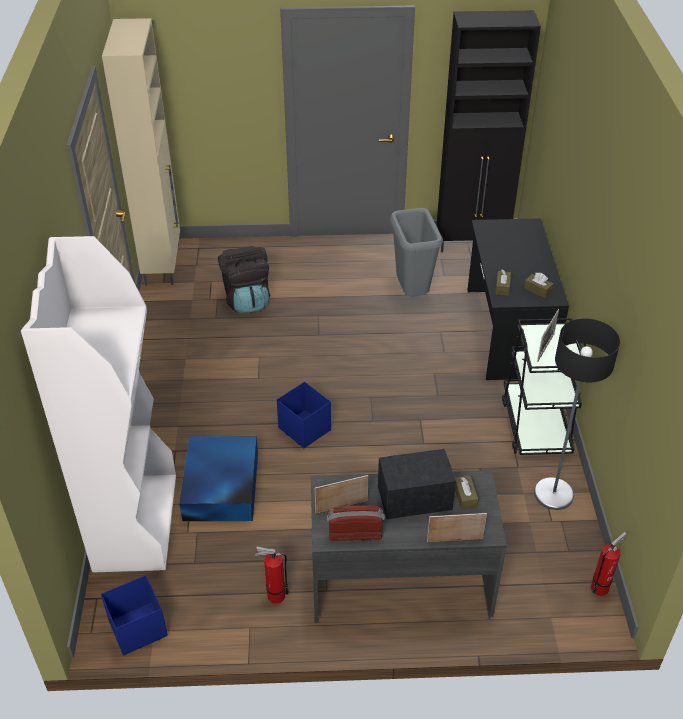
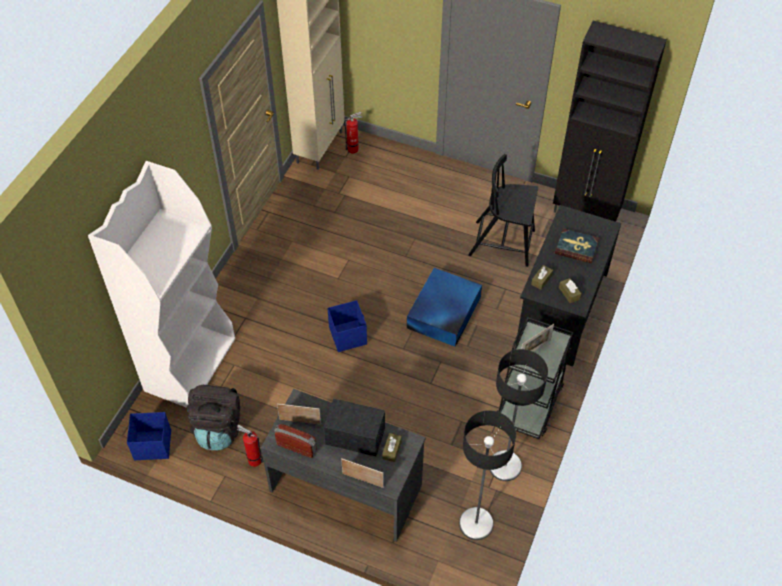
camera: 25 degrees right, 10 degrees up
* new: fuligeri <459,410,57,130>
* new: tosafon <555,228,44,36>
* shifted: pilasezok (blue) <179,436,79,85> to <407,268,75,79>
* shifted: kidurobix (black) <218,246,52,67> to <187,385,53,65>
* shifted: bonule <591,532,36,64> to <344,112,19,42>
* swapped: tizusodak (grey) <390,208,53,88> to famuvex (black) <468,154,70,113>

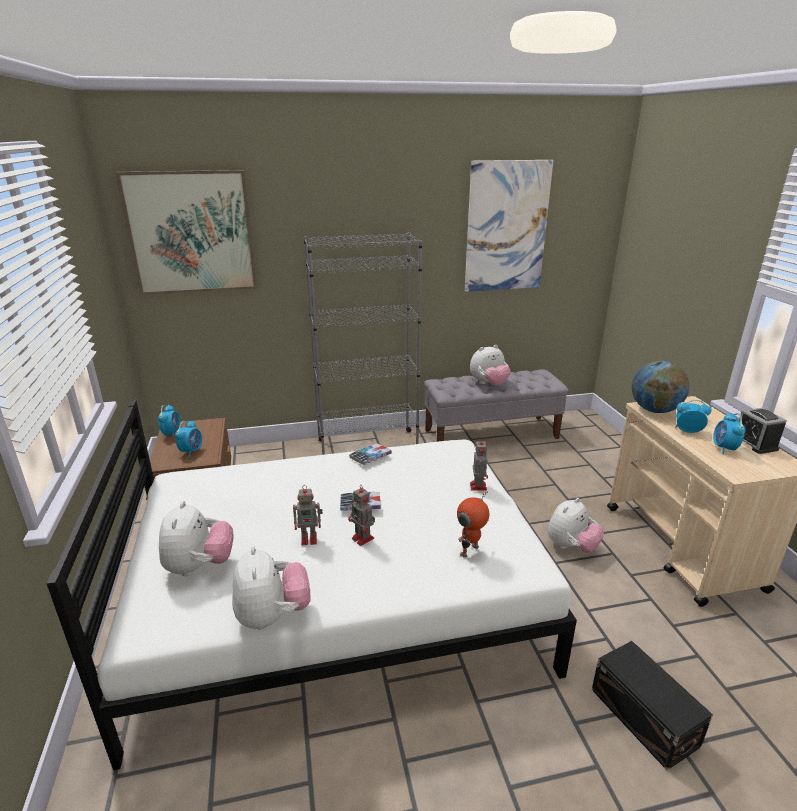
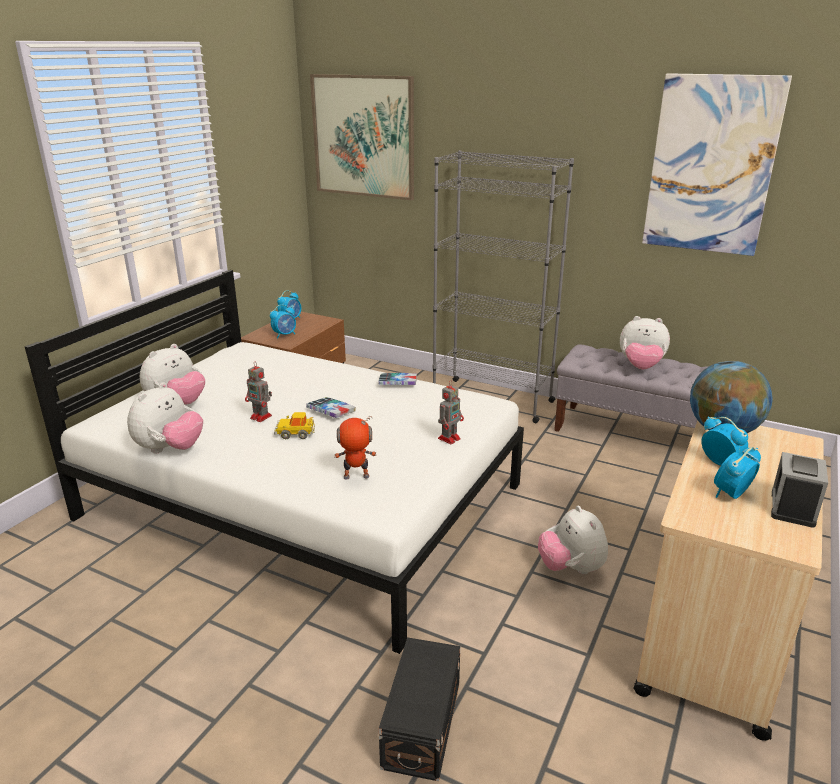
camera: 40 degrees right, 0 degrees up
* swapped: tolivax <348,485,27,61> to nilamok <274,412,41,27>
* rotated: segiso <548,498,56,55> = <538,506,70,68> 75 degrees clockwise

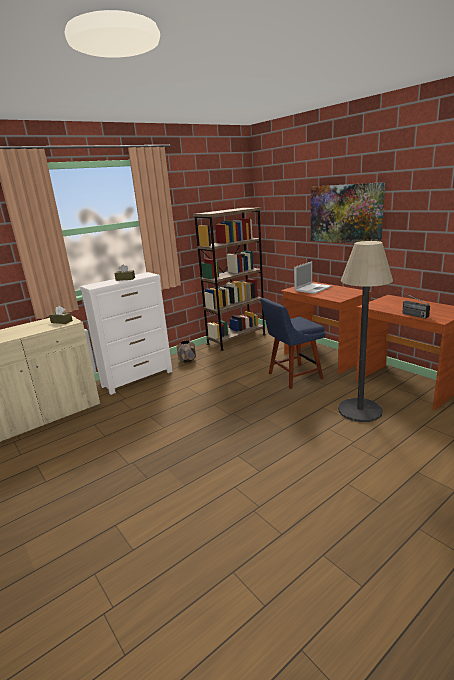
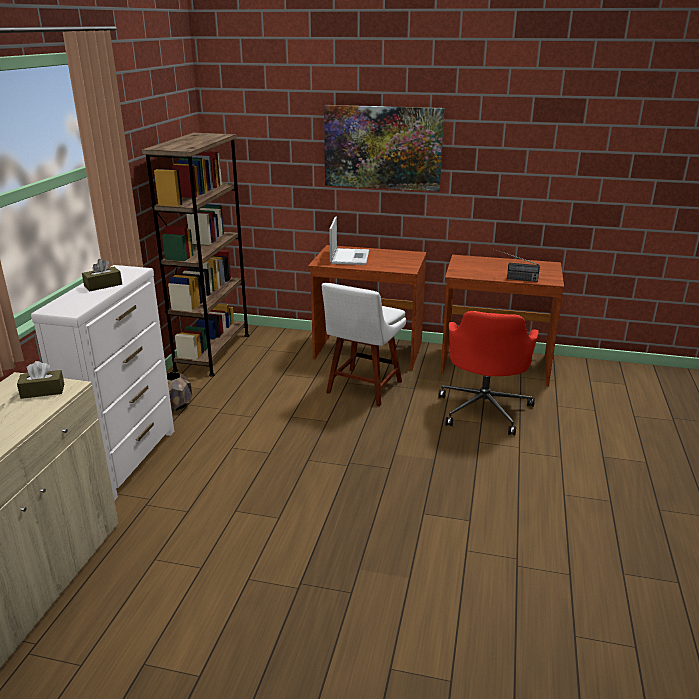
camera: 40 degrees left, 5 degrees up
* swapped: fuligeri <338,241,55,181> to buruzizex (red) <438,311,101,124>
* repainted: famuvex (blue) <261,298,65,91> to famuvex (white) <322,283,84,123>

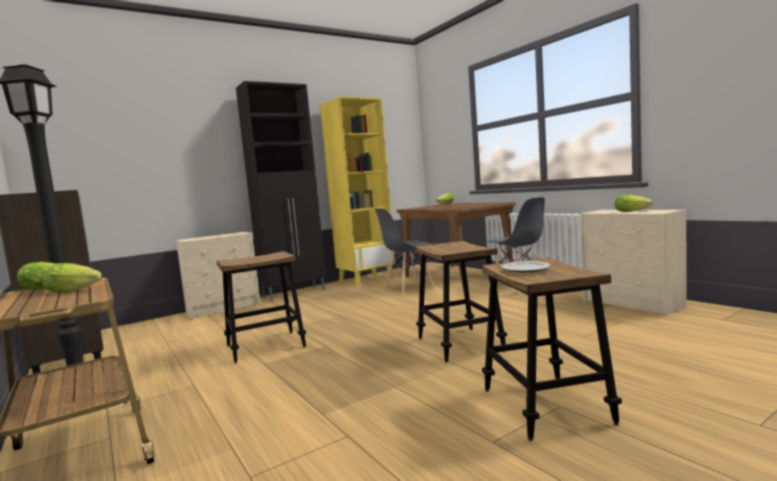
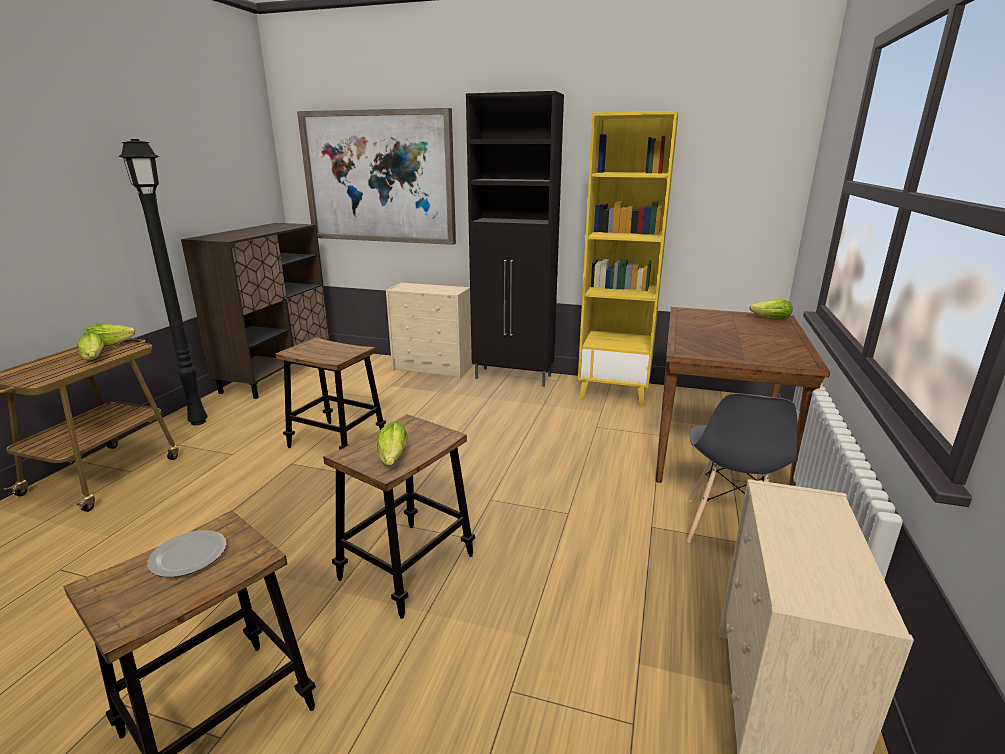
camera: 50 degrees right, 15 degrees up
* gone: famuvex (grey) <375,209,61,86>
* new: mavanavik <297,108,159,137>
* shifted: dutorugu <615,195,38,17> to <377,422,31,44>

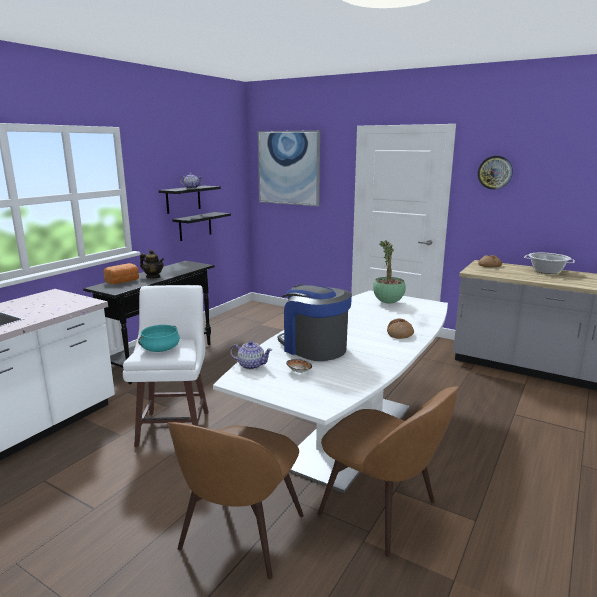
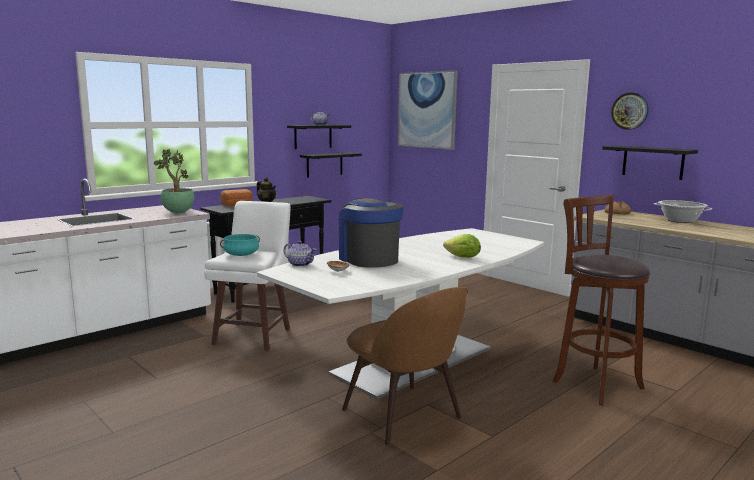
camera: 15 degrees right, 5 degrees down
* gone: famuvex (brown) <167,422,137,157>
* new: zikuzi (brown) <553,194,97,211>
* new: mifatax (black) <602,146,96,34>
* shifted: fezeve <373,240,33,64> to <154,149,40,64>
* swapped: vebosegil <387,318,27,21> to dutorugu <443,234,38,24>

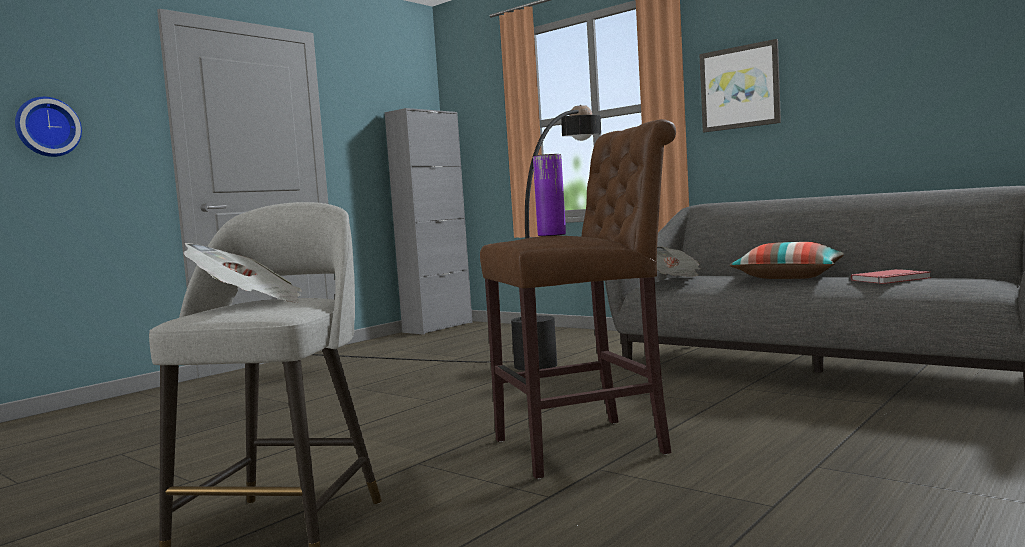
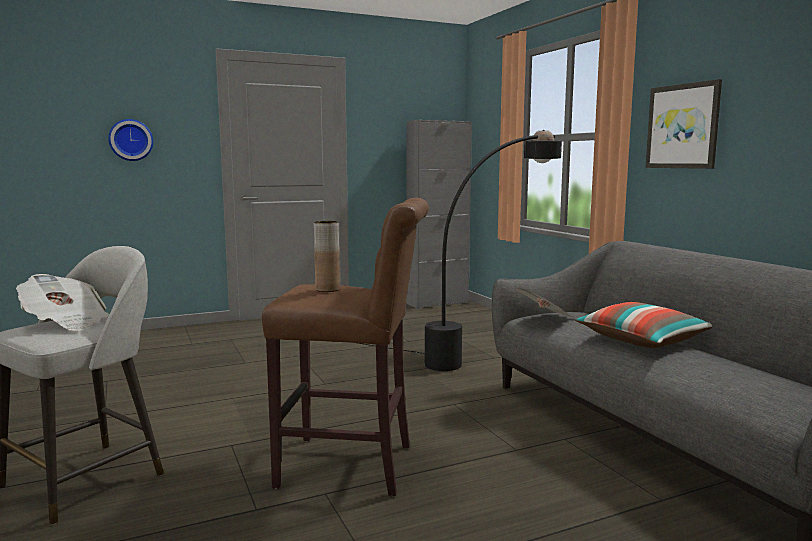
camera: 25 degrees right, 5 degrees up
* gone: tosafon (red) <851,269,80,15>
* repainted: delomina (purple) <533,154,33,82> to delomina (brown) <314,221,26,71>

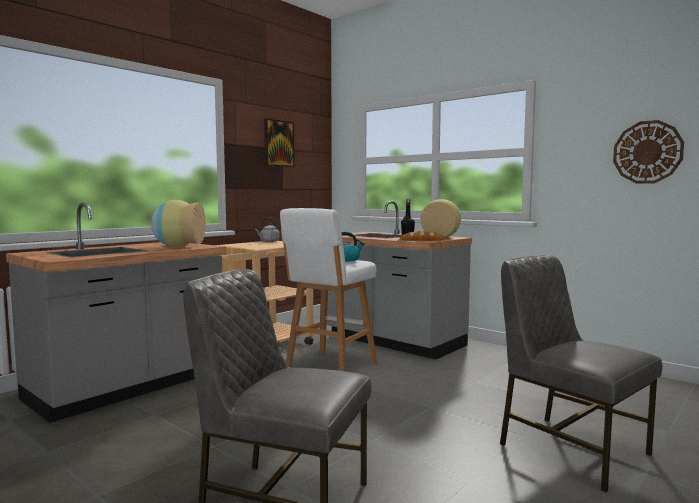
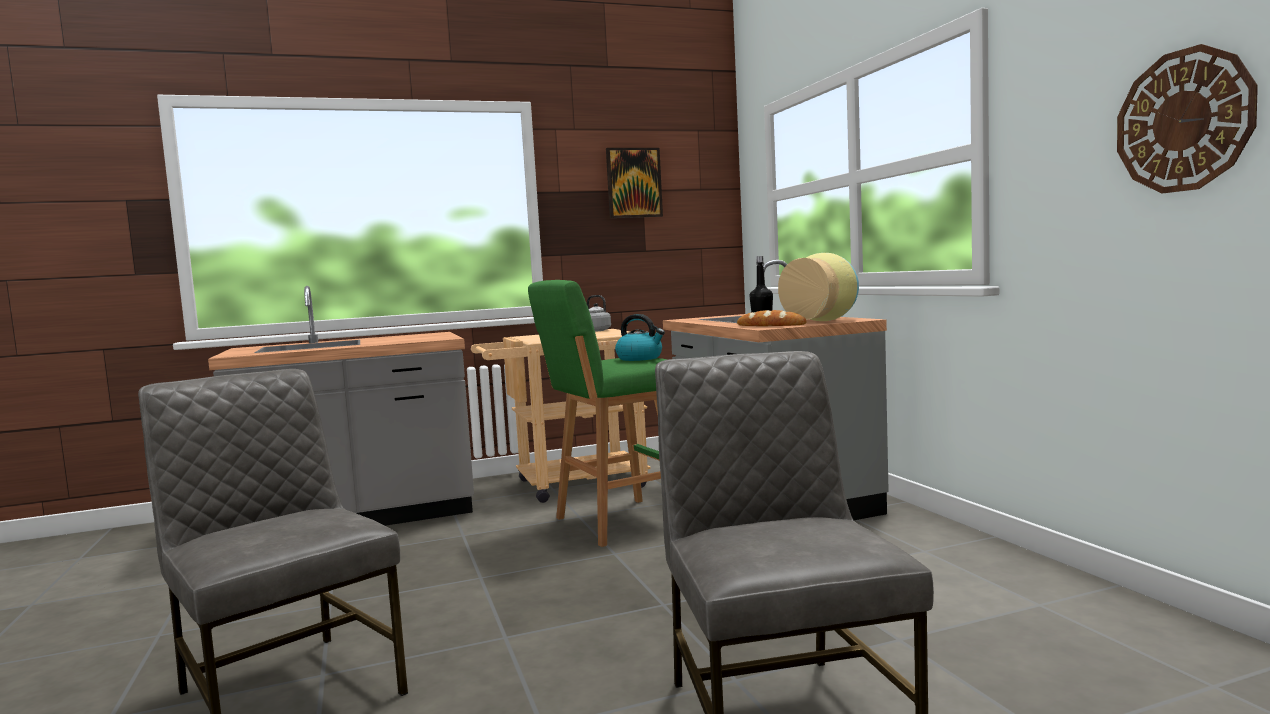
camera: 30 degrees right, 0 degrees up
* gone: delomina <151,200,55,47>
* repainted: zikuzi (white) <280,208,97,163> to zikuzi (green) <528,280,141,267>

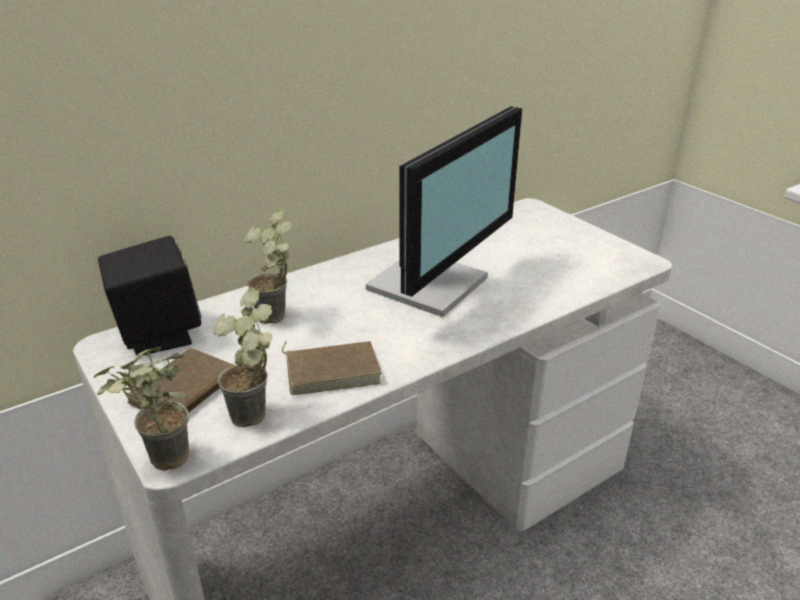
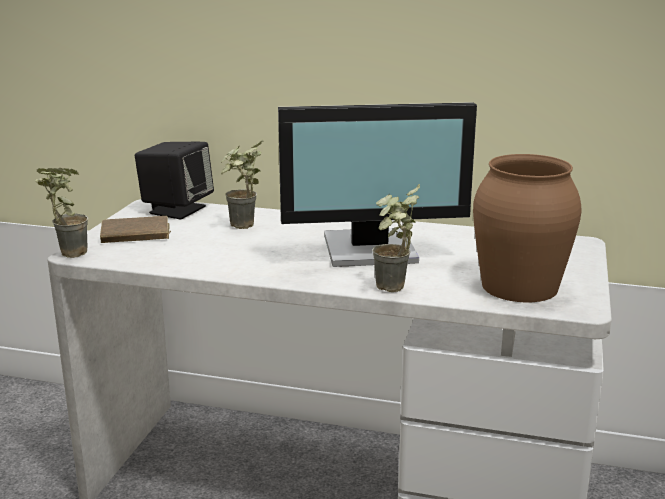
camera: 50 degrees right, 10 degrees down
* gone: tosafon (brown) <282,341,100,54>
* new: delomina (brown) <473,154,109,148>
* shifted: fezeve <212,287,60,140> to <373,184,47,108>

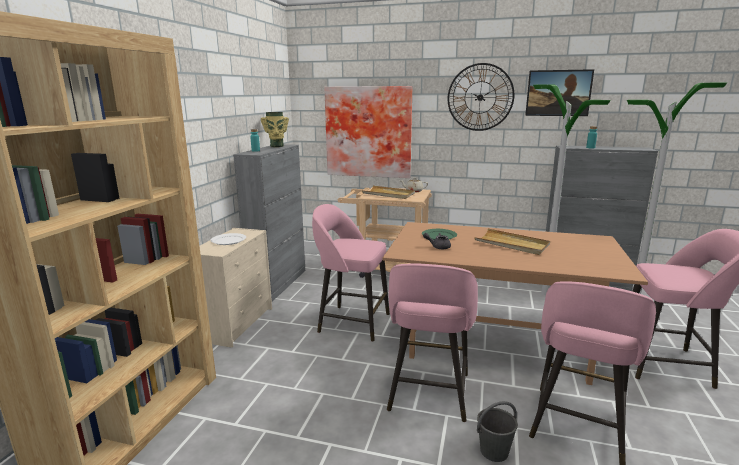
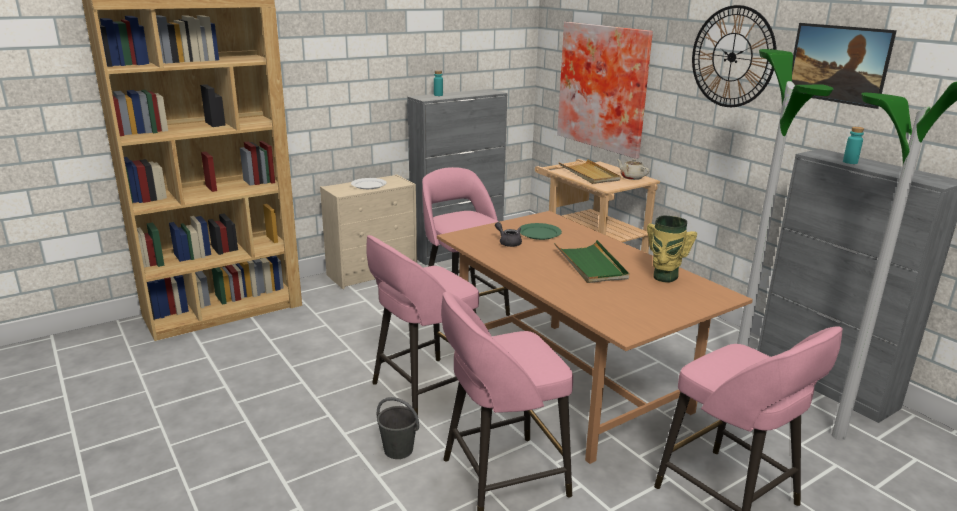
camera: 40 degrees right, 5 degrees up
* shifted: delomina <261,112,28,35> to <647,216,50,67>
* repainted: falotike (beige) <474,229,76,26> to falotike (green) <554,240,75,43>

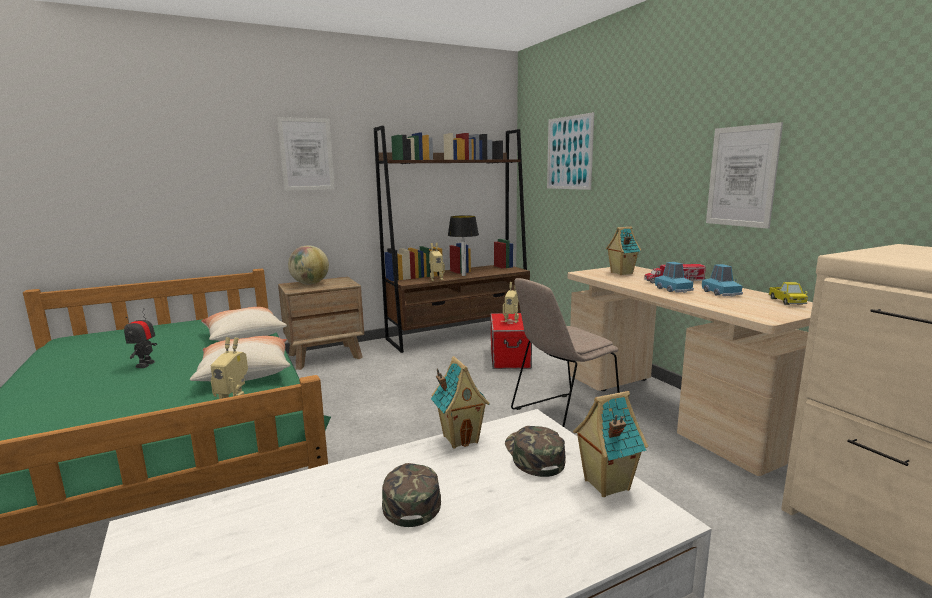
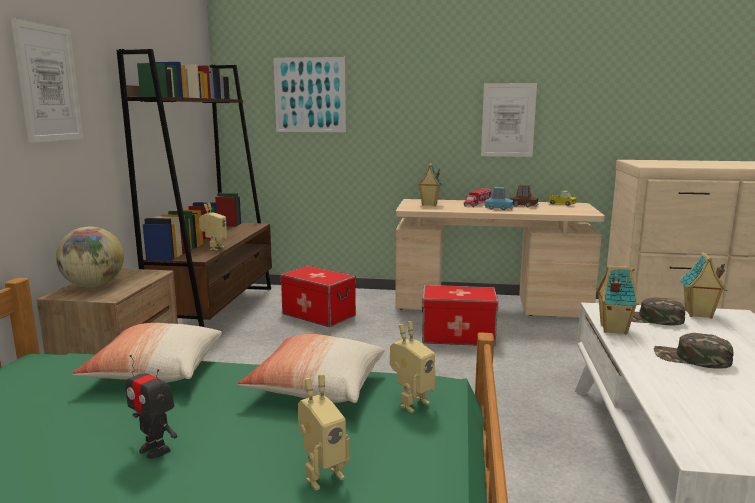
camera: 55 degrees left, 0 degrees up
* gone: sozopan <448,215,31,61>
* shifted: tolivax <503,282,16,41> to <298,374,52,117>
* swapped: famuvex (beige) <511,278,109,159> to pilasezok <422,285,77,61>
* repainted: nilamok (blue) <702,264,41,33> to nilamok (brown) <510,185,29,22>

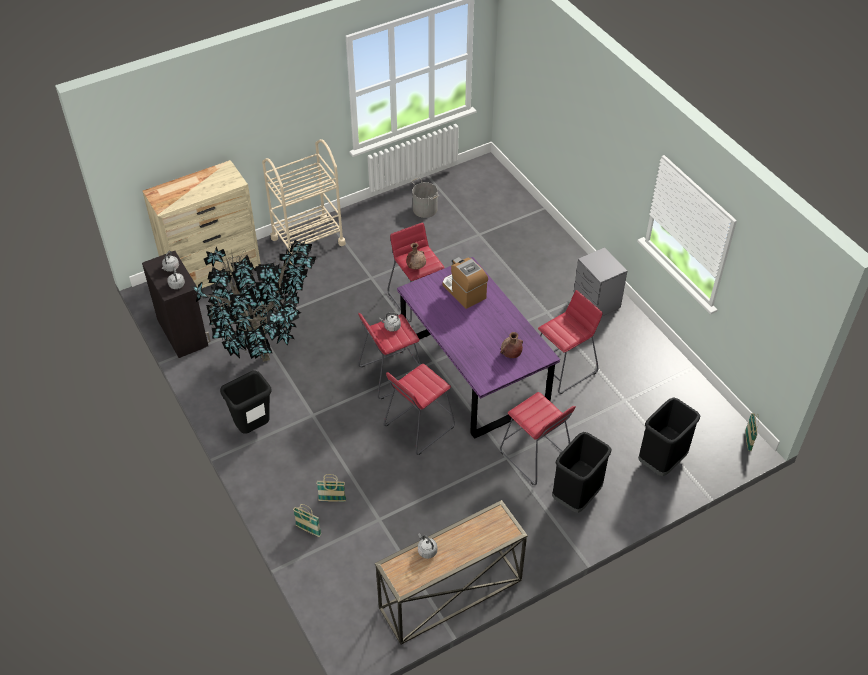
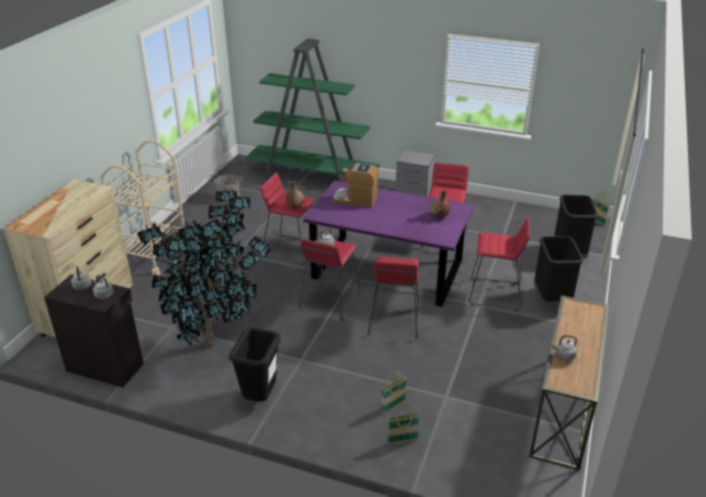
camera: 40 degrees left, 15 degrees down
* new: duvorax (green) <245,39,135,143>

